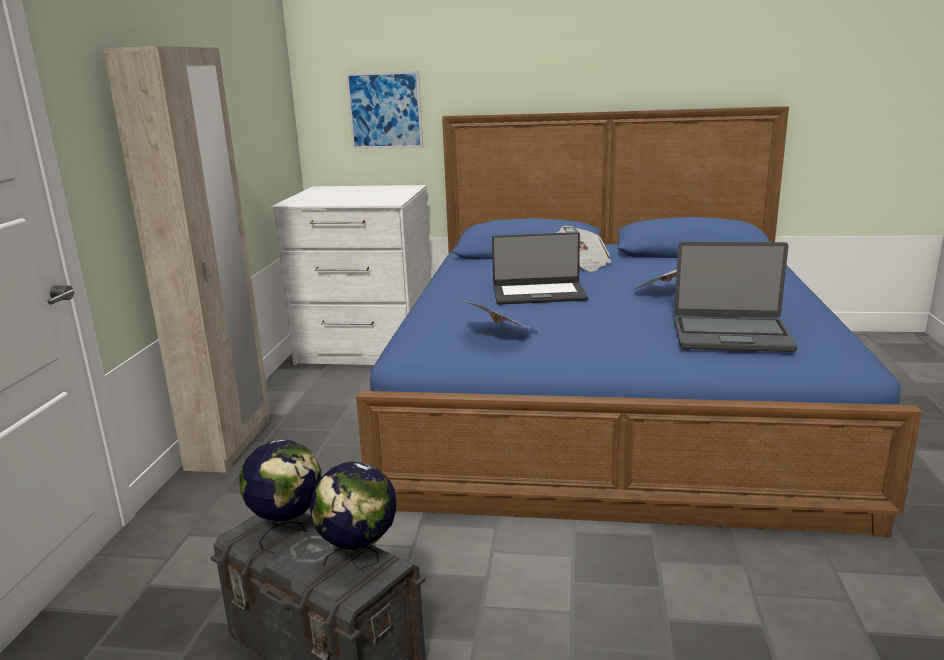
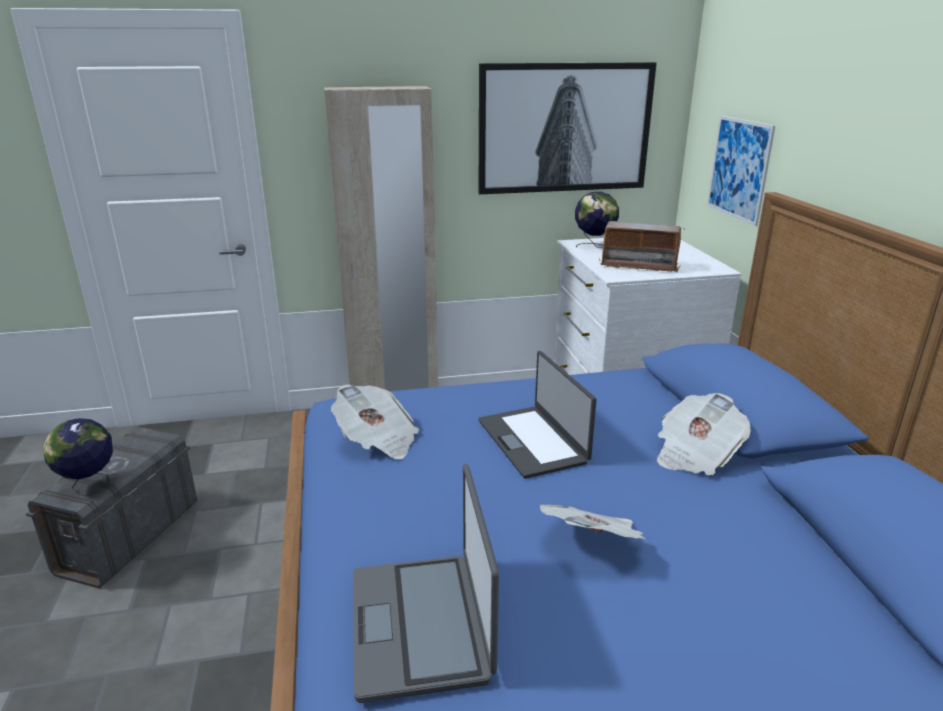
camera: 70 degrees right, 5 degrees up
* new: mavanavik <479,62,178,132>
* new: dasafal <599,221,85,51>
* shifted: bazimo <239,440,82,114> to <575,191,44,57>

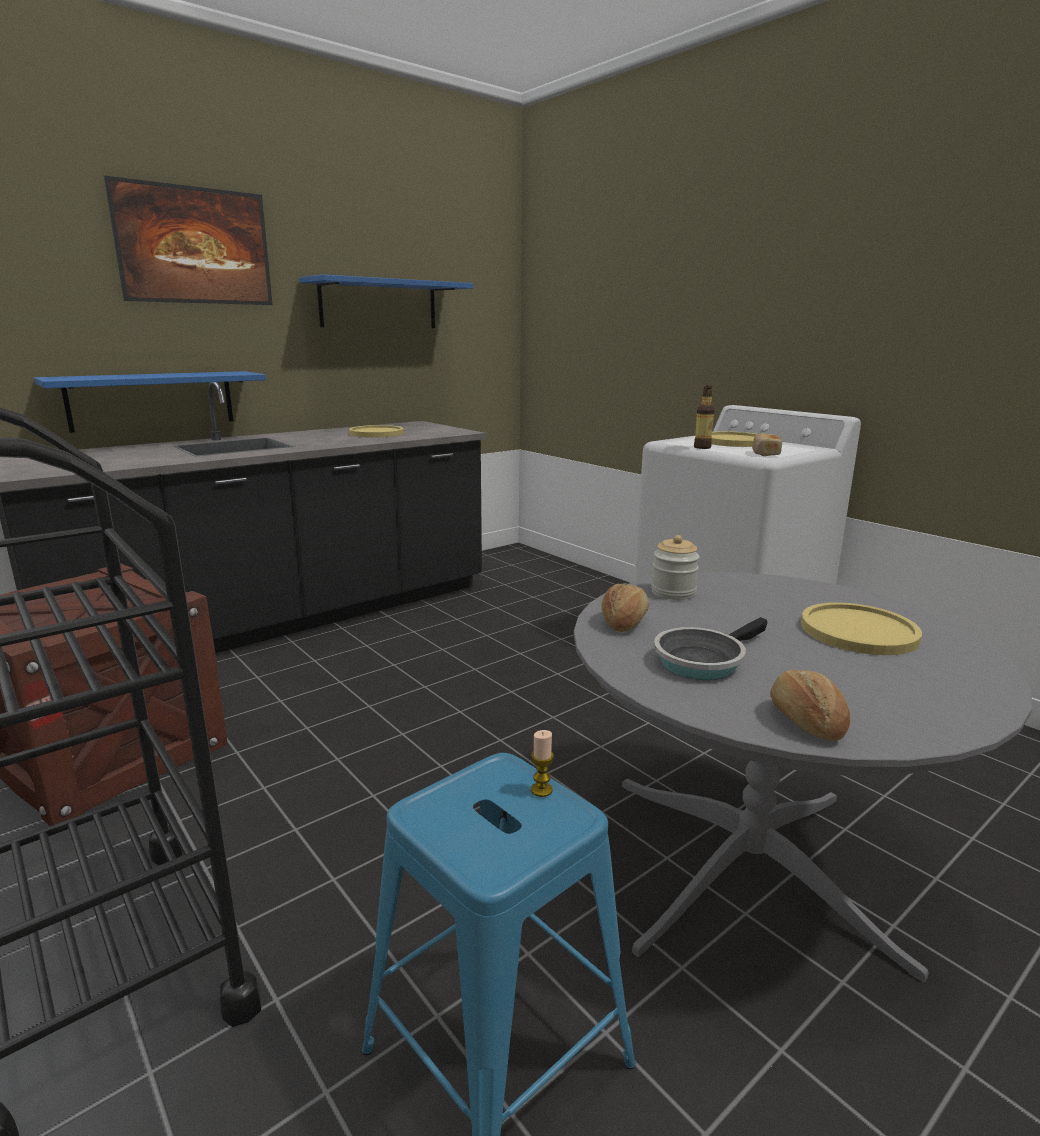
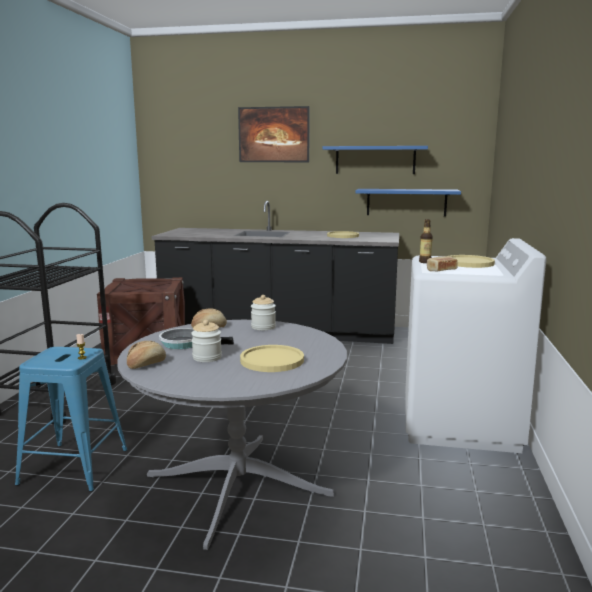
camera: 50 degrees right, 5 degrees down
* new: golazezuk <191,320,31,42>
* shifted: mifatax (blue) <34,371,232,62> to <355,189,106,28>

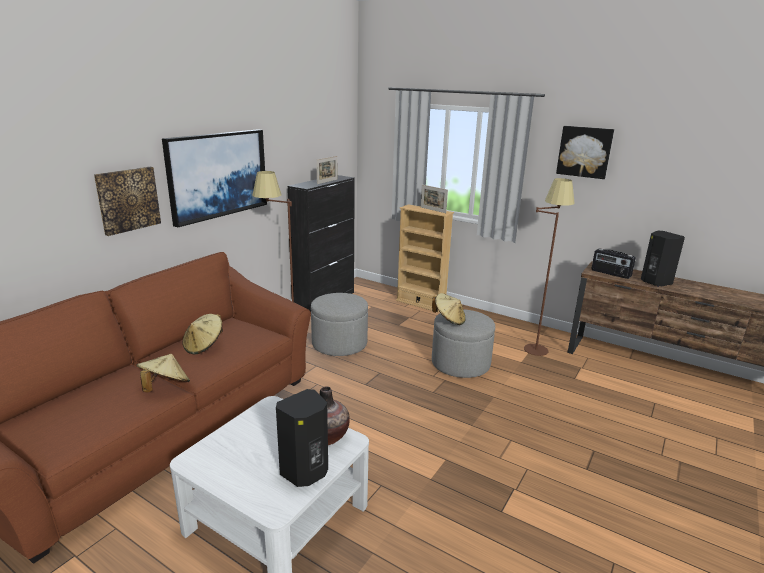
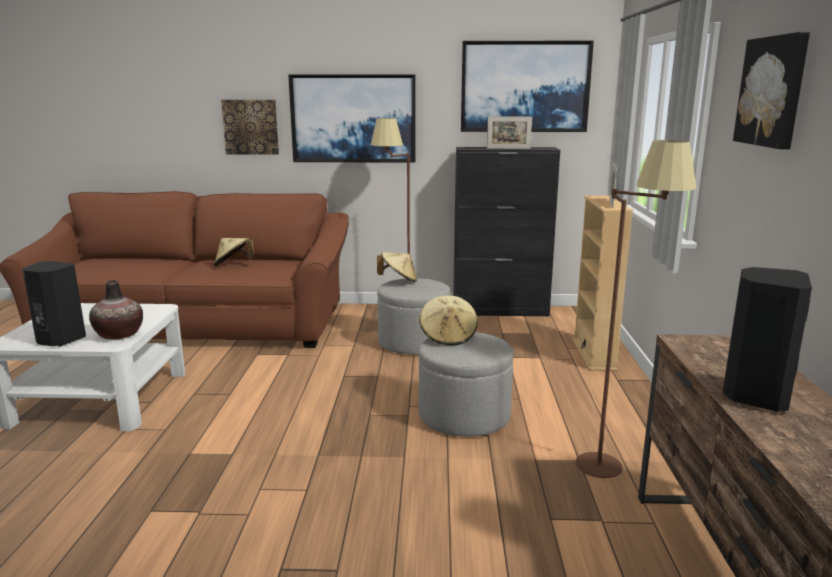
camera: 60 degrees right, 5 degrees down
* gone: dasafal <591,249,45,30>
* new: mavanavik <461,41,133,91>
* shifted: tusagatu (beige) <136,354,54,39> to <377,252,40,30>

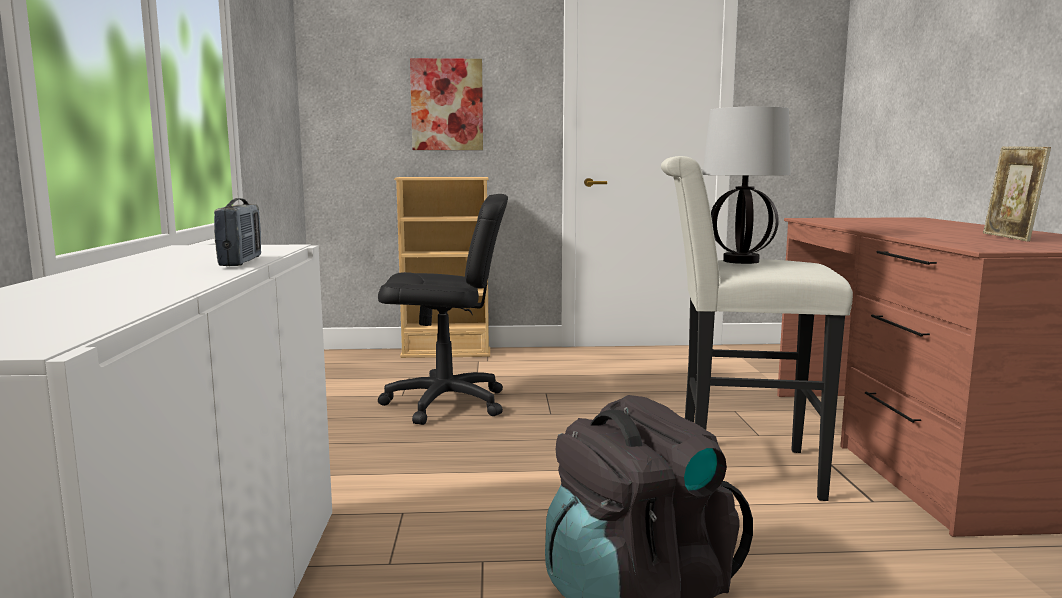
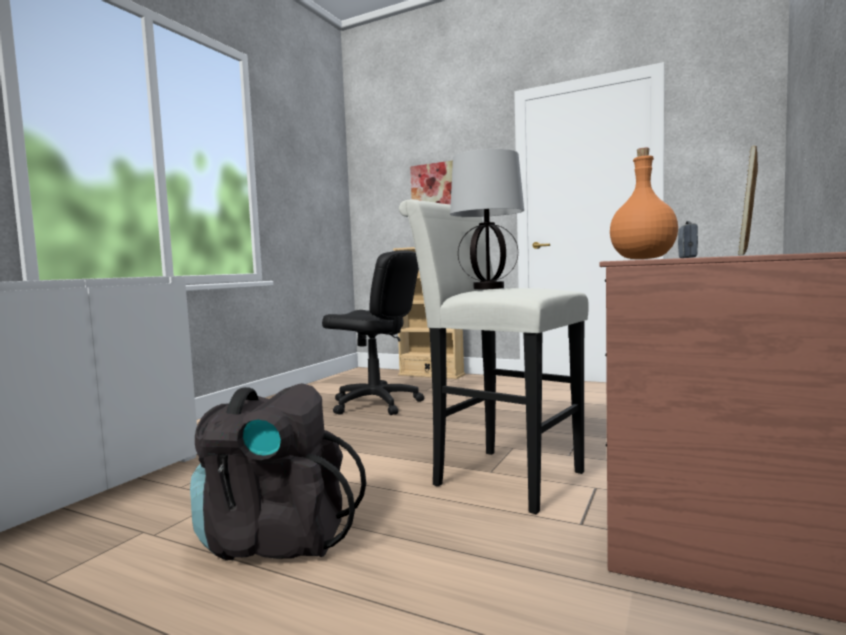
camera: 30 degrees right, 5 degrees down
* new: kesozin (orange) <610,148,68,111>
* shifted: dasafal <214,198,47,68> to <678,221,20,37>

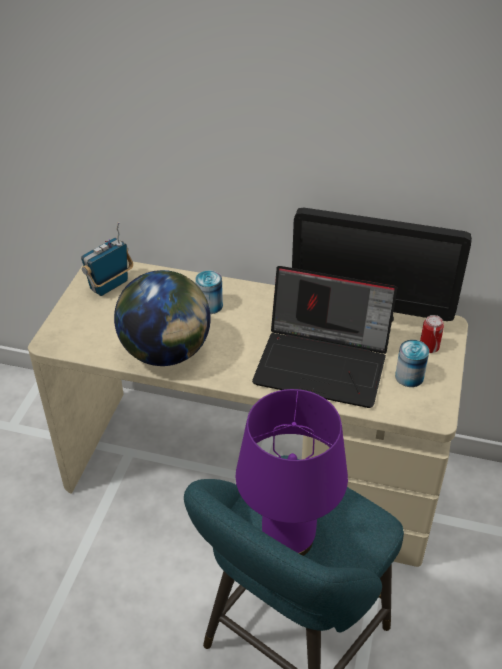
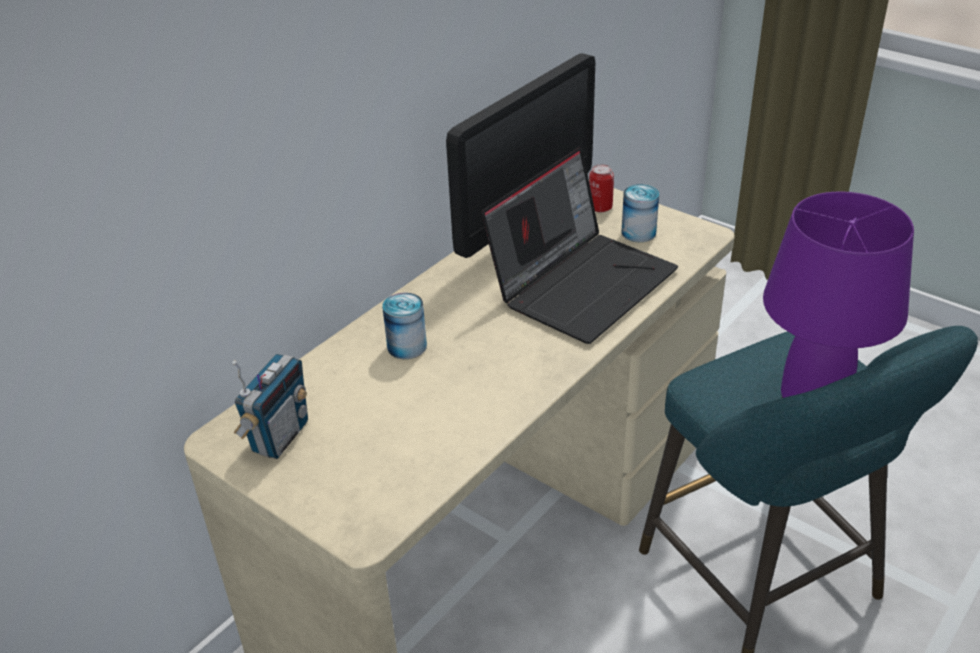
camera: 65 degrees left, 5 degrees down
* gone: bazimo <114,270,97,96>
* rotated: dasafal <81,222,52,74> = <232,354,76,105> 135 degrees counterclockwise

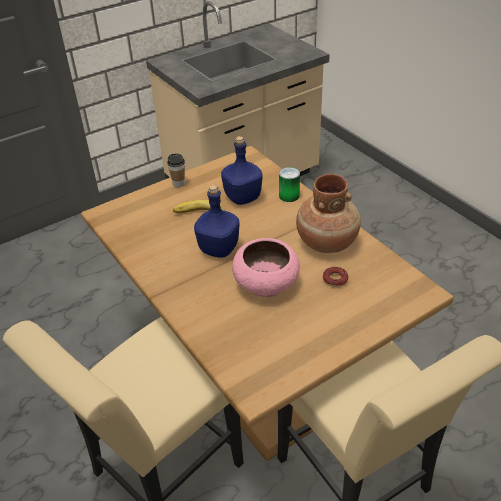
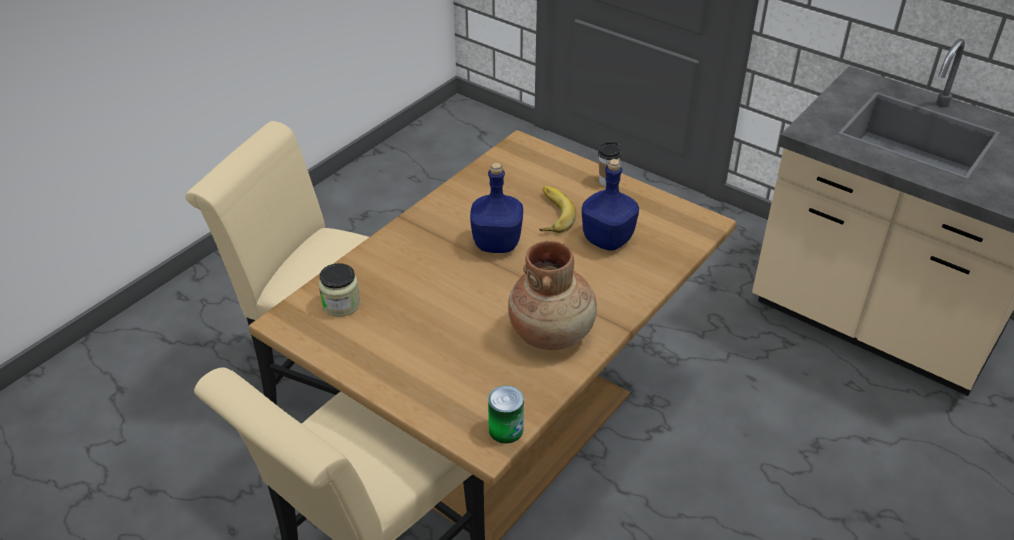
camera: 70 degrees right, 0 degrees up
* gone: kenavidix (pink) <232,238,68,59>
* gone: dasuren <323,267,25,20>
* new: golazezuk <319,263,41,54>
* shifted: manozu <279,167,21,35> to <488,385,36,59>

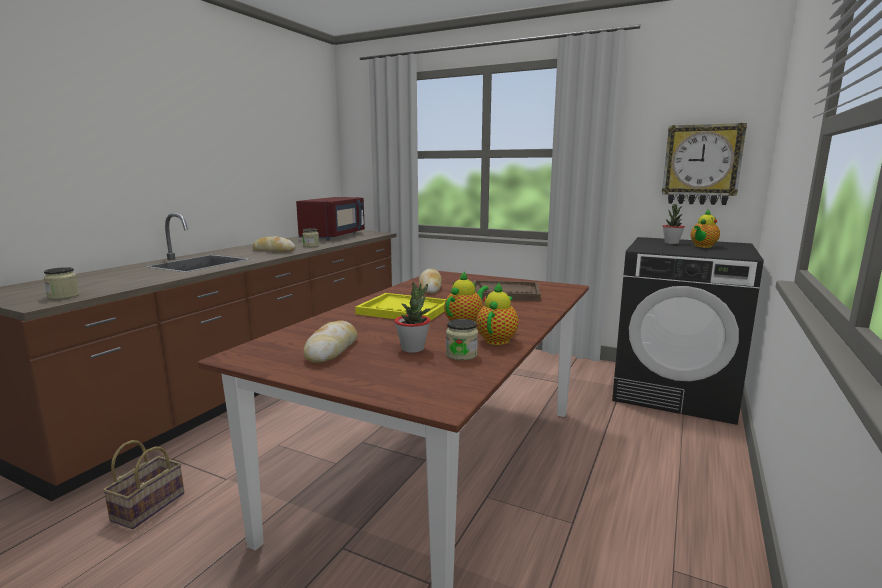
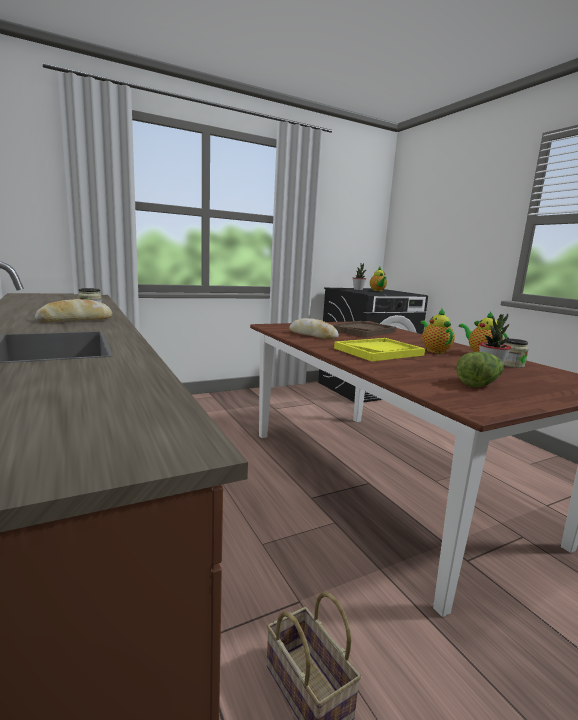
camera: 55 degrees left, 0 degrees up
* gone: golazezuk <44,267,35,32>
* gone: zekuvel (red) <296,197,69,43>
* gone: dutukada <662,123,85,82>
* swapped: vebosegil <303,320,55,43> to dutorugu <456,352,48,35>

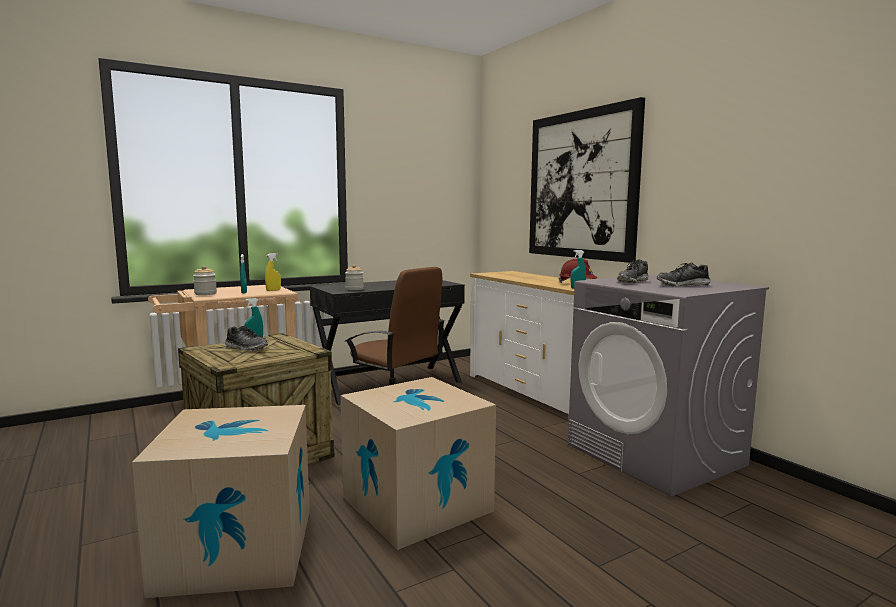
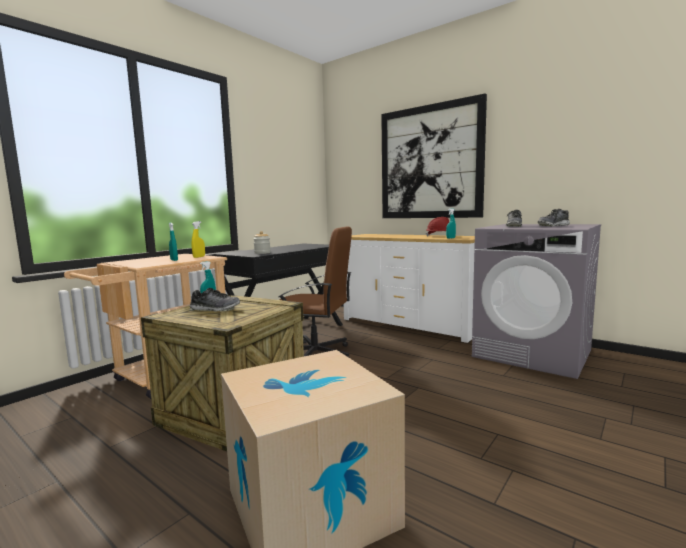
camera: 20 degrees left, 0 degrees up
* gone: golazezuk <193,266,24,29>
* gone: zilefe <341,377,155,173>

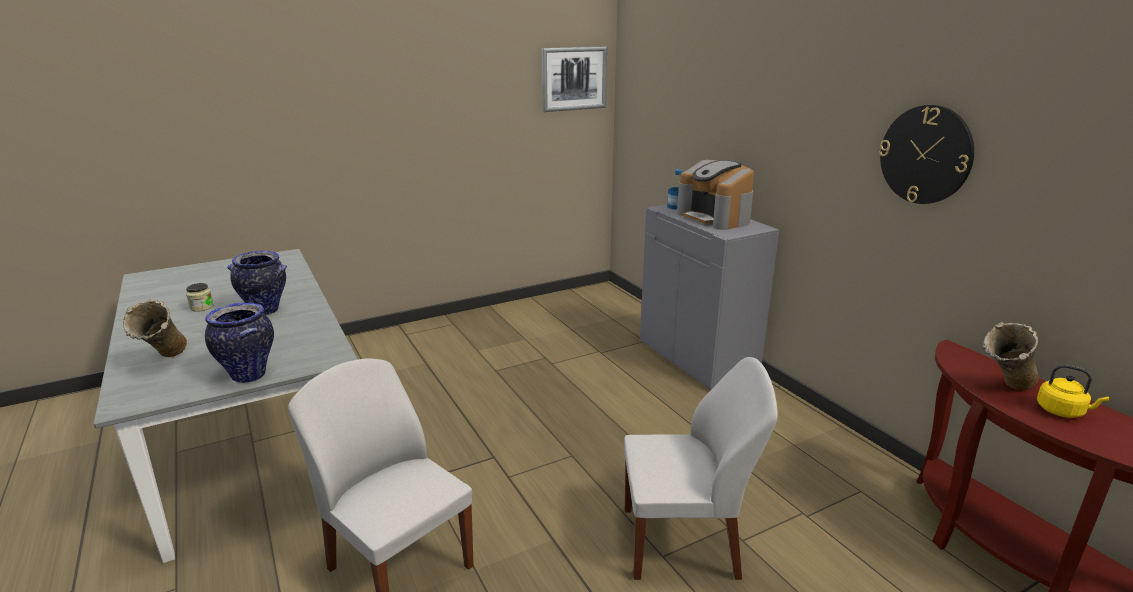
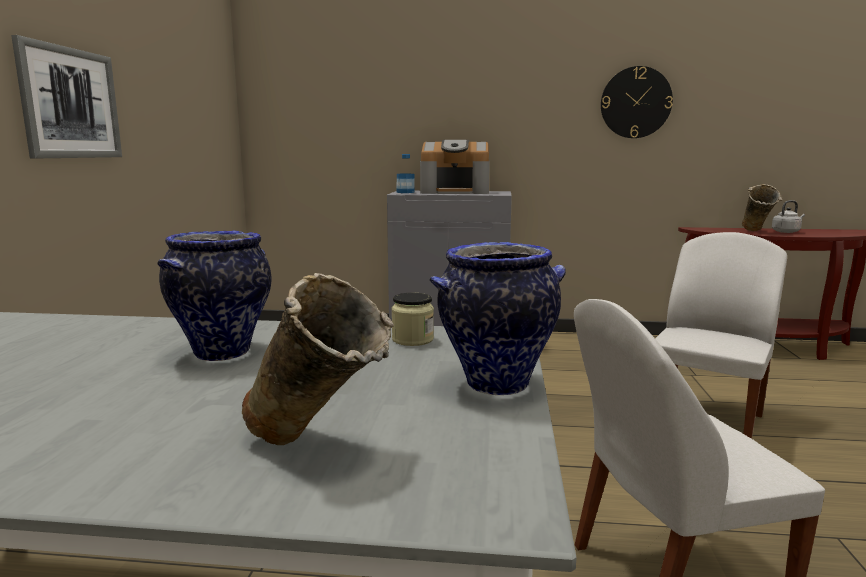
camera: 55 degrees left, 10 degrees down
* shifted: golazezuk <186,283,28,29> to <391,293,43,53>
* shifted: mavanavik <542,47,65,65> to <11,35,111,123>
* repainted: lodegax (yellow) <1037,365,72,53> to lodegax (grey) <772,200,33,33>

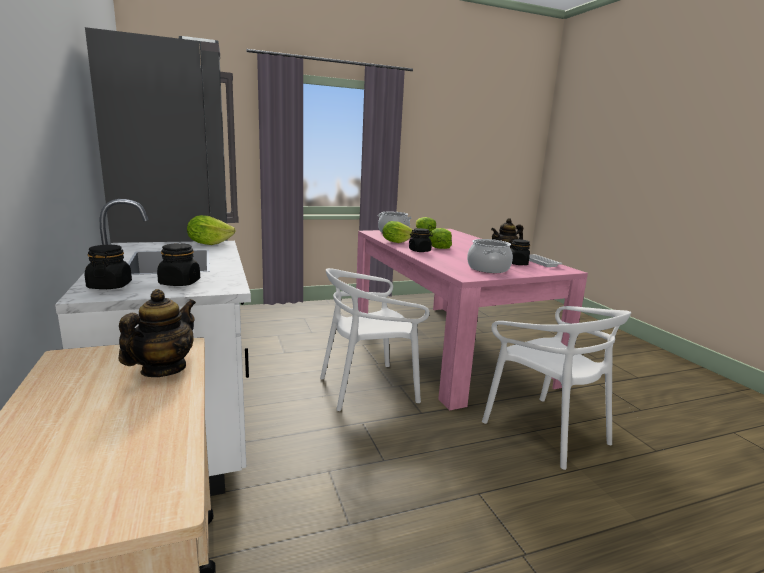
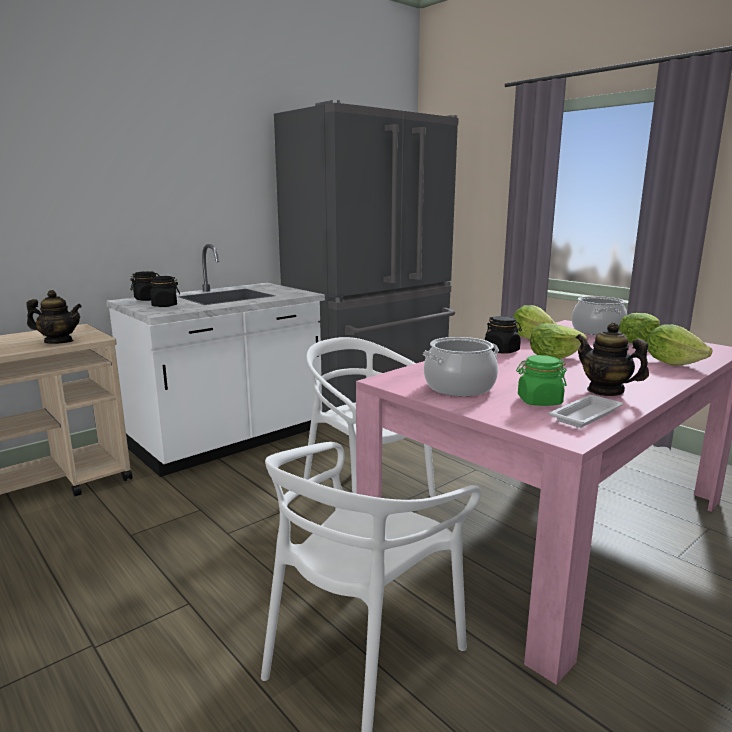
camera: 70 degrees right, 0 degrees up
* shifted: dutorugu <187,215,49,30> to <647,324,66,41>
* repainted: golazezuk (black) <511,239,19,26> to golazezuk (green) <516,355,51,51>

